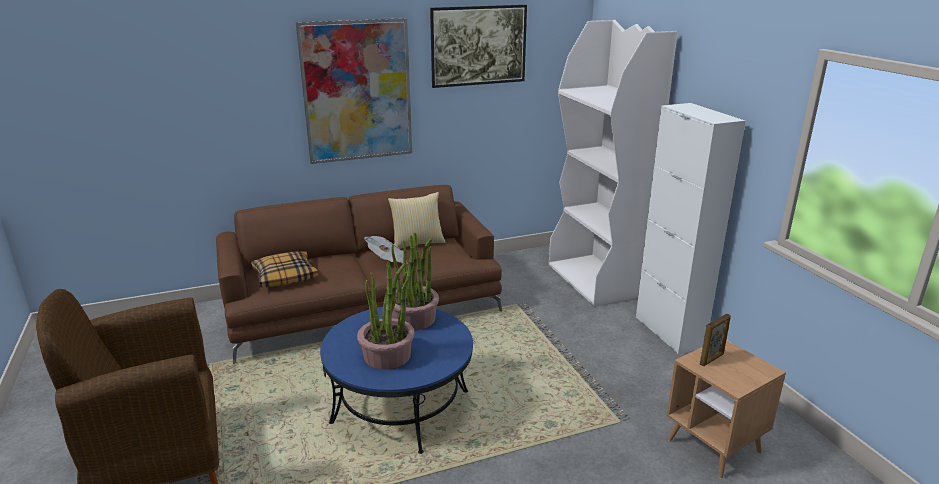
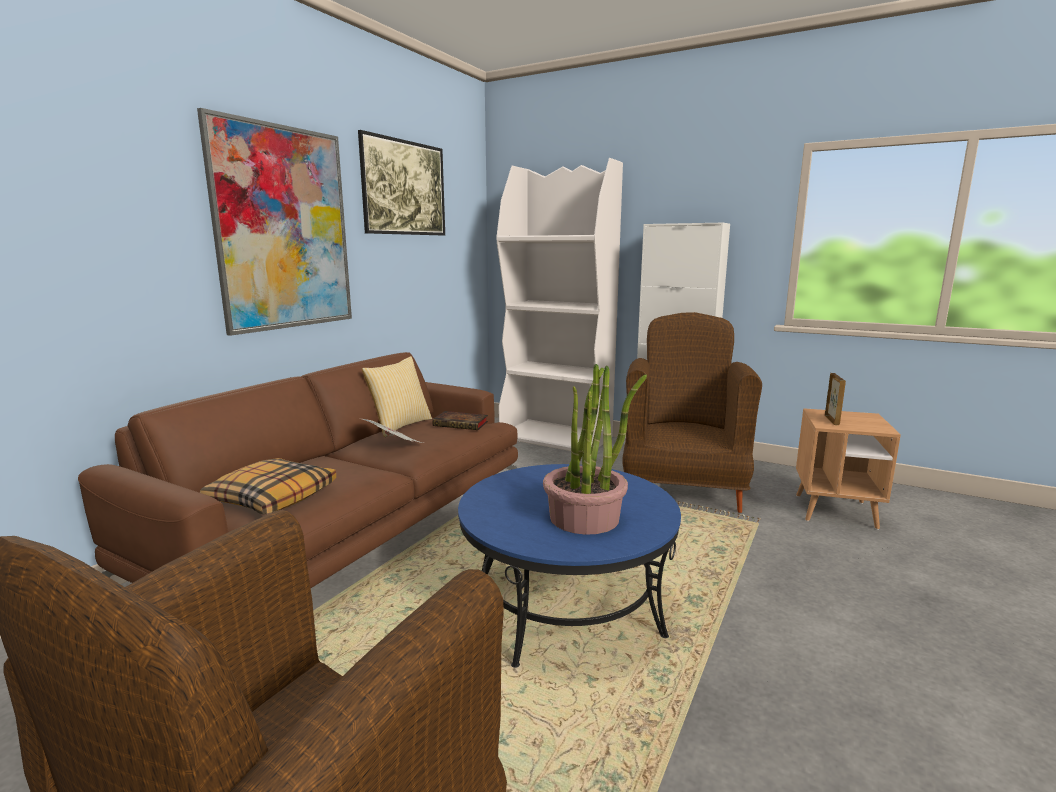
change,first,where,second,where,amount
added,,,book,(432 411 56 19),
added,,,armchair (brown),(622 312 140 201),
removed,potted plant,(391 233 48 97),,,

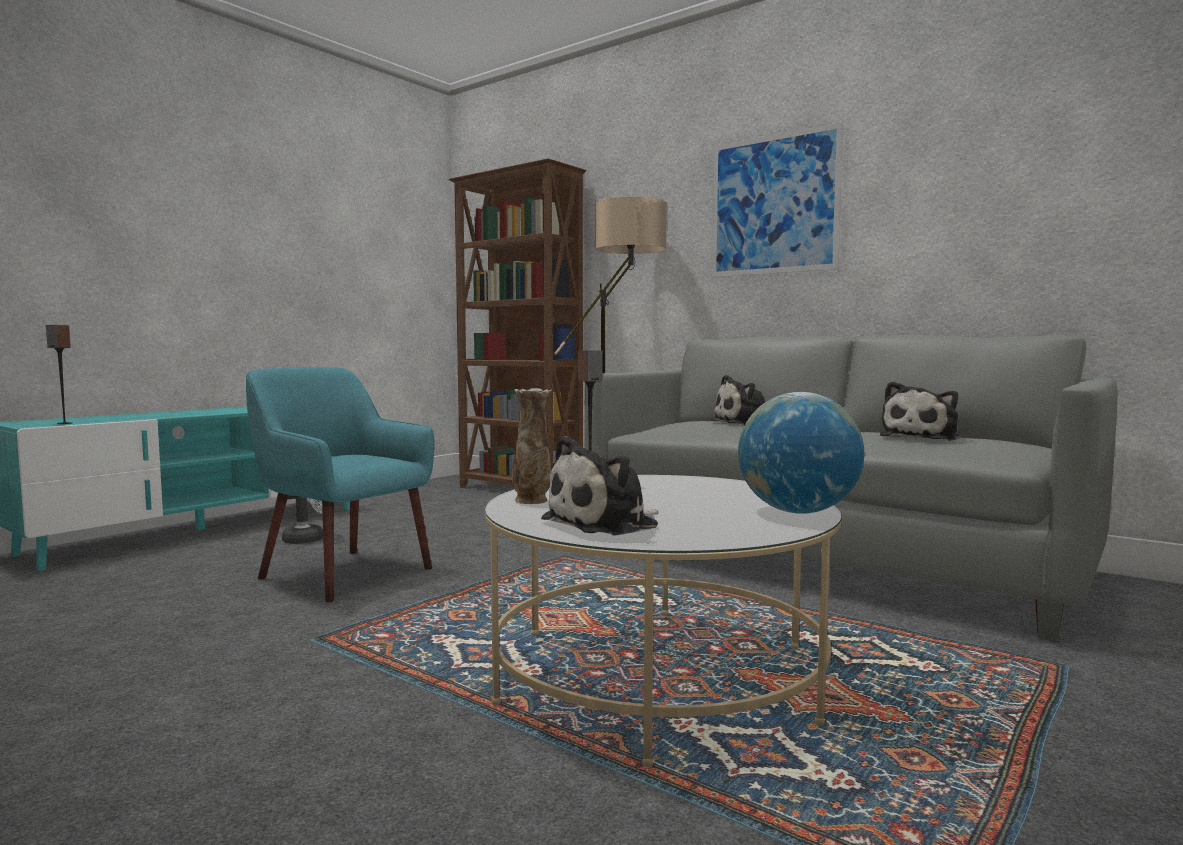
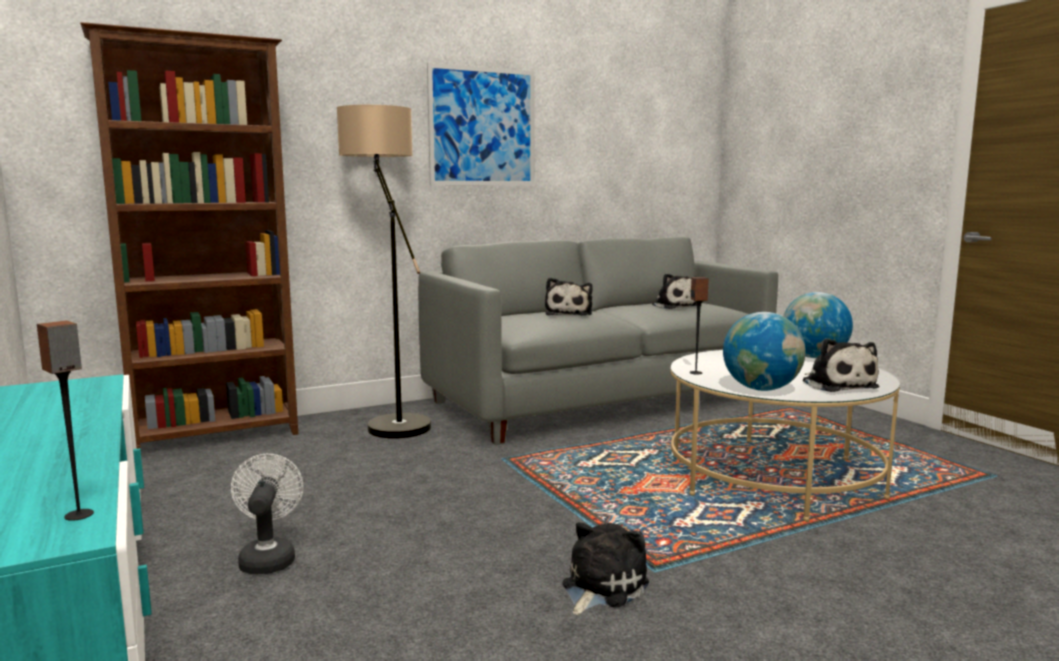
change,first,where,second,where,amount
added,,,plush toy,(562 522 87 94),
replaced,vase,(512 388 40 116),globe,(723 312 83 79),
removed,armchair (turquoise),(246 367 189 236),,,

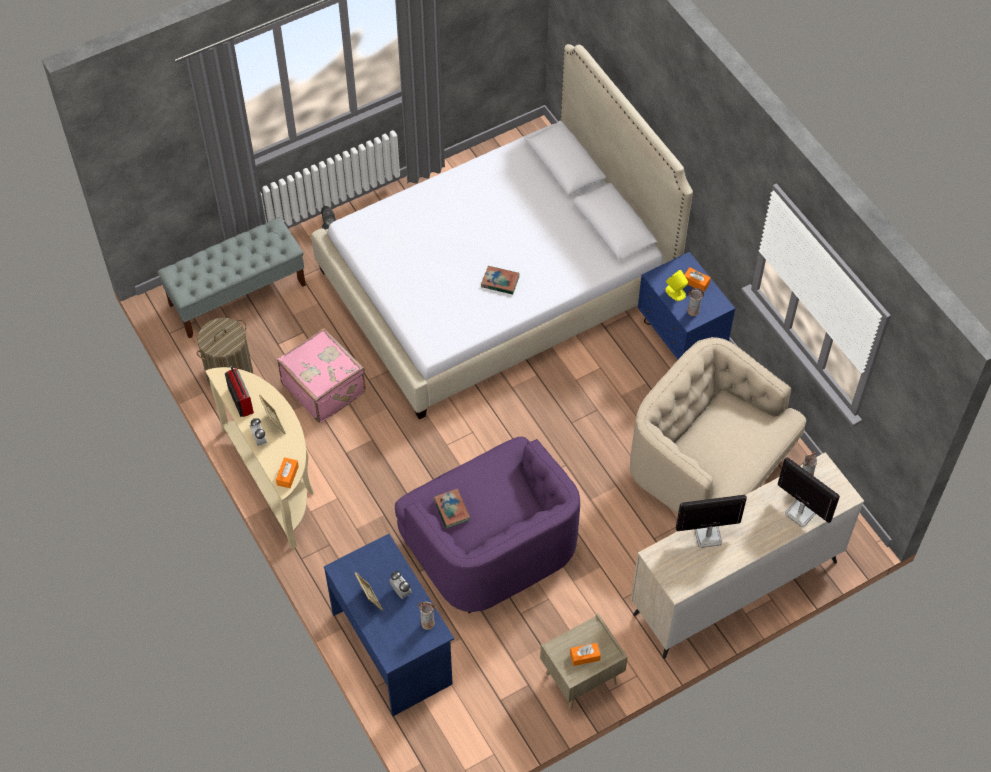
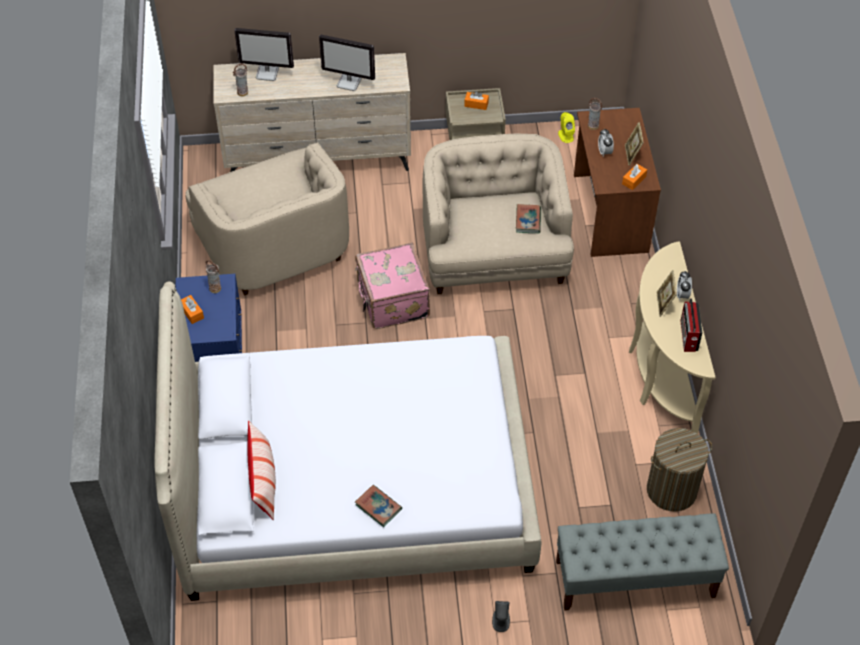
change,first,where,second,where,amount
turned,monitor,(778 457 62 70),,(234 28 60 53),60 degrees counterclockwise
added,,,pillow,(248 421 28 99),
moved,suitcase (pink),(277 328 89 95),,(355 243 75 86),
moved,book,(481 266 39 28),,(355 485 47 42),
recoloured,armchair (purple),(395 436 185 178),armchair (beige),(423 134 151 160),
moved,speaker (yellow),(665 270 23 31),,(558 112 17 31),
recoloured,desk (blue),(324 534 130 182),desk (brown),(574 108 87 149),
moved,tissue box (orange),(276 457 23 31),,(622 164 25 26),

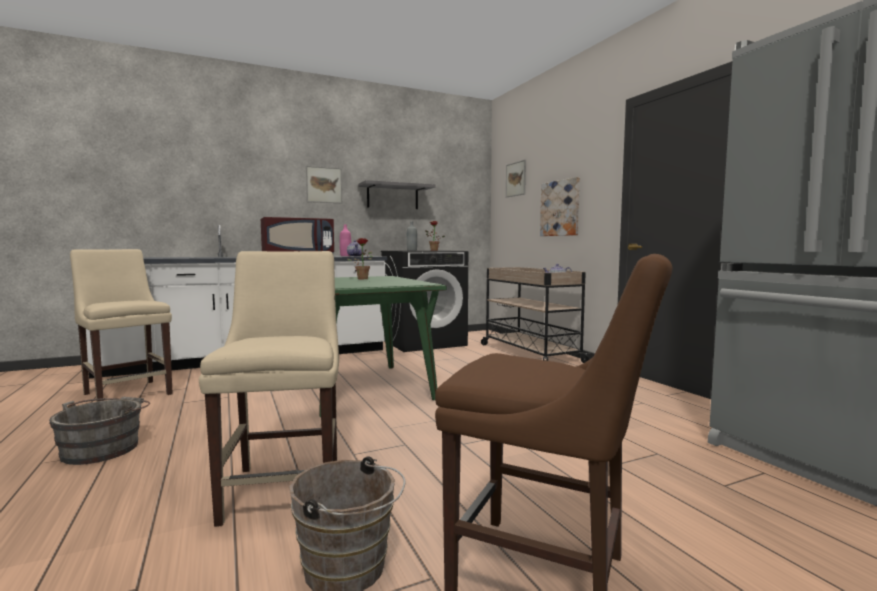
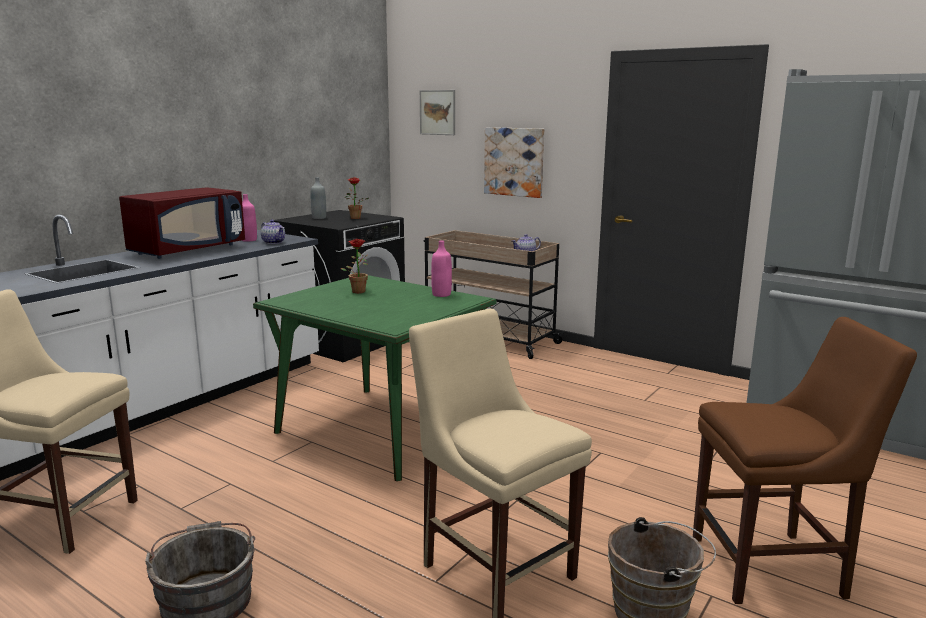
change,first,where,second,where,amount
added,,,bottle (pink),(431 241 21 56),
removed,picture,(306 166 36 37),,,
removed,shelf (grey),(358 180 78 29),,,

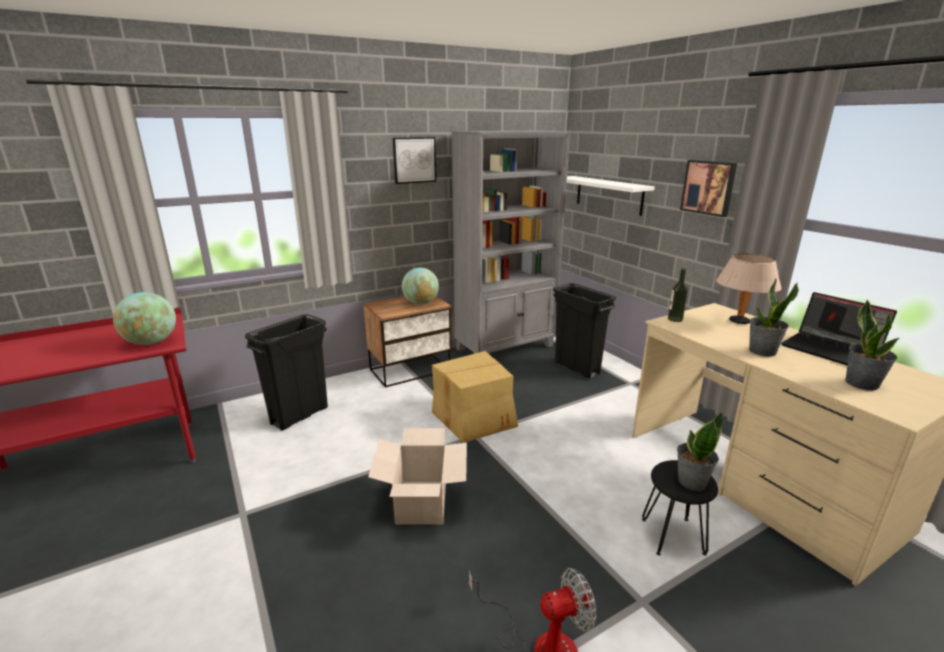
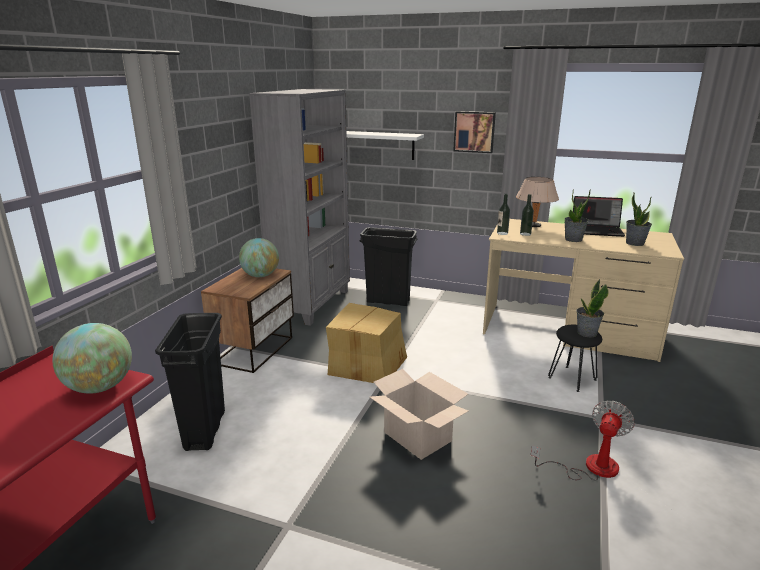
change,first,where,second,where,amount
added,,,bottle,(520 194 14 42),
removed,picture,(392 137 44 47),,,

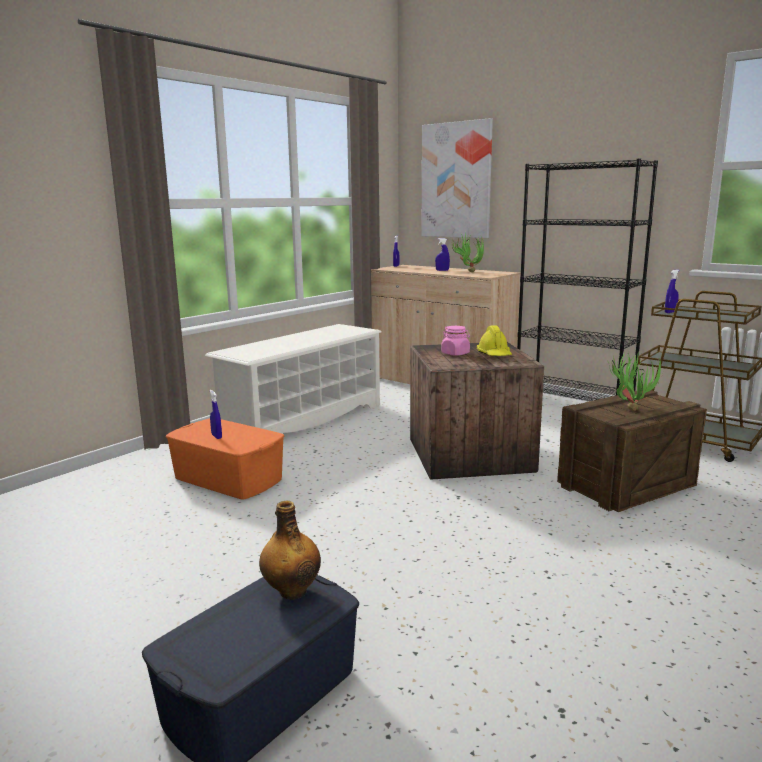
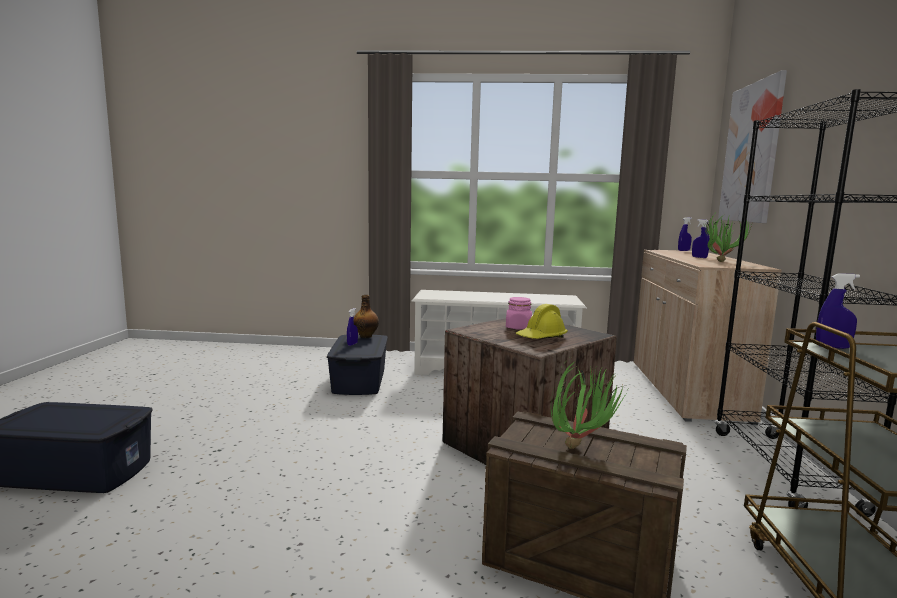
change,first,where,second,where,amount
recoloured,storage box (orange),(166 418 118 82),storage box (blue),(327 334 61 61),
moved,bottle,(259 501 62 98),,(353 295 26 43),

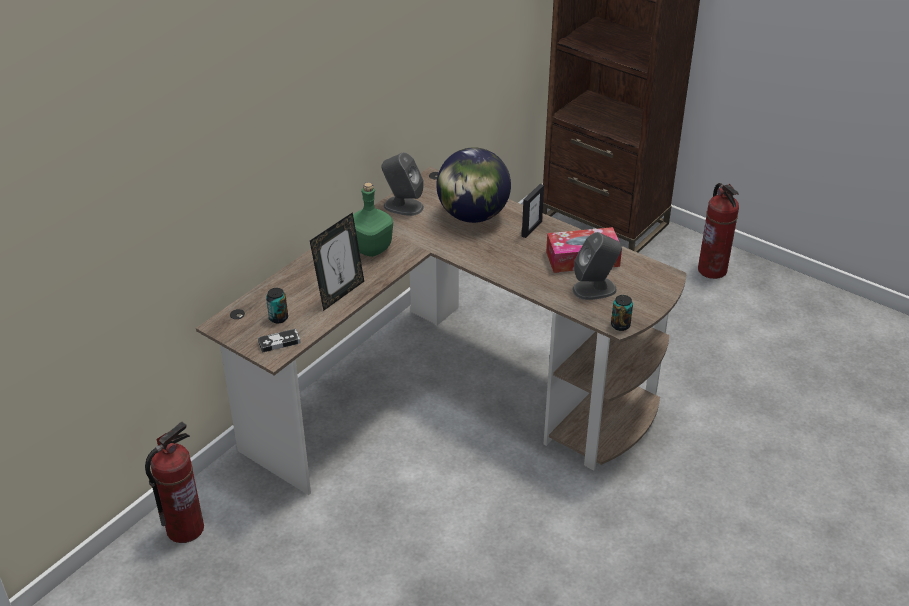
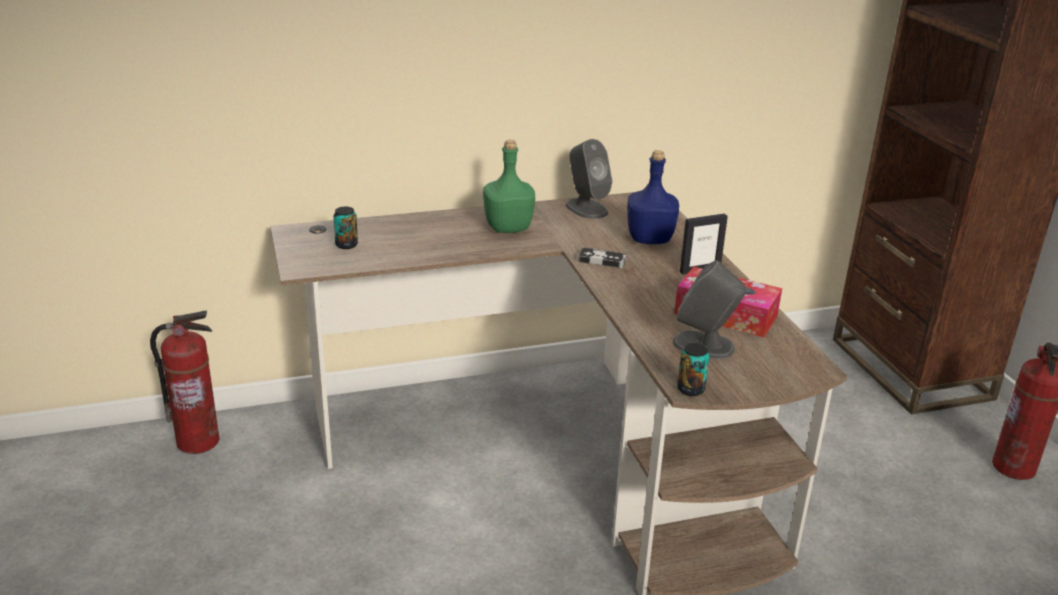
change,first,where,second,where,amount
moved,game controller,(258 329 43 23),,(578 247 49 21),
replaced,globe,(436 147 75 76),bottle (blue),(627 150 52 94),
removed,picture frame,(310 212 54 99),,,

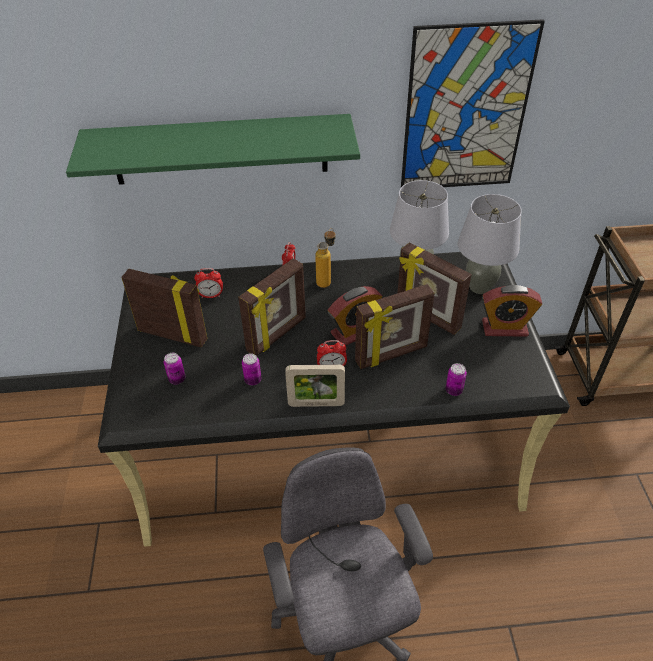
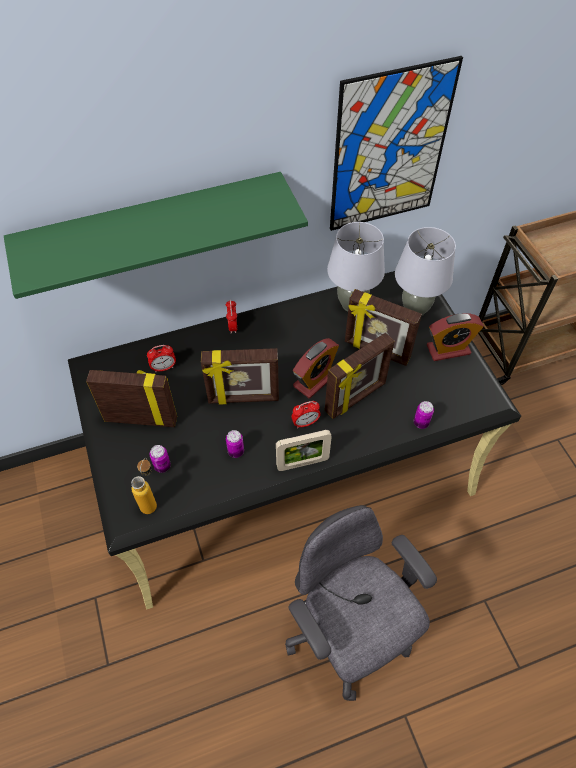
change,first,where,second,where,amount
moved,bottle,(315 228 20 60),,(131 458 26 56),
turned,picture frame,(238 258 68 98),,(201 348 78 57),60 degrees clockwise

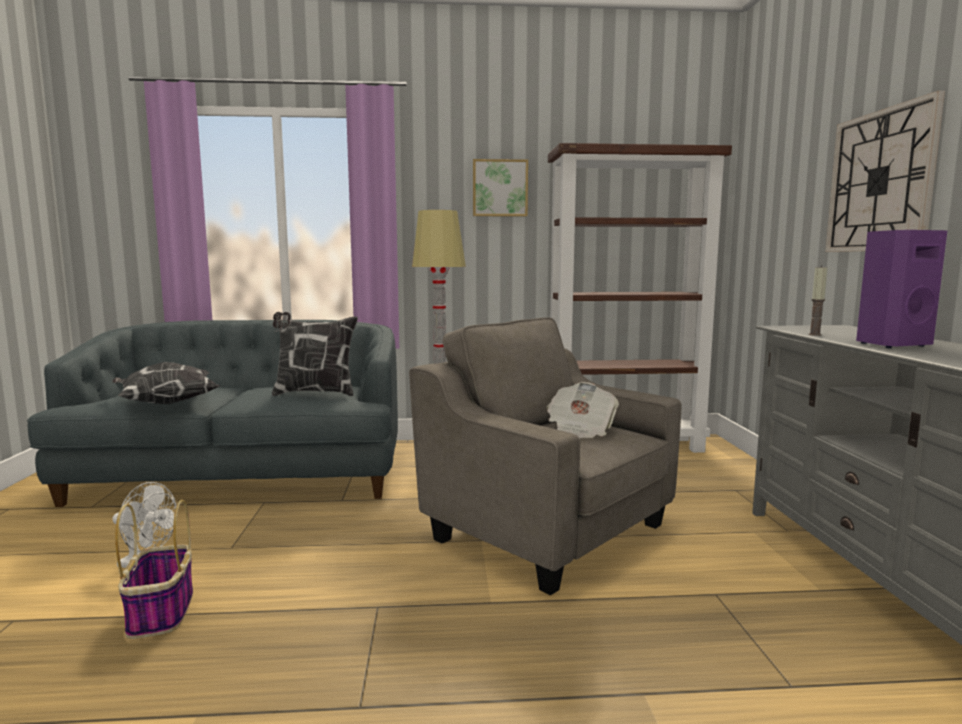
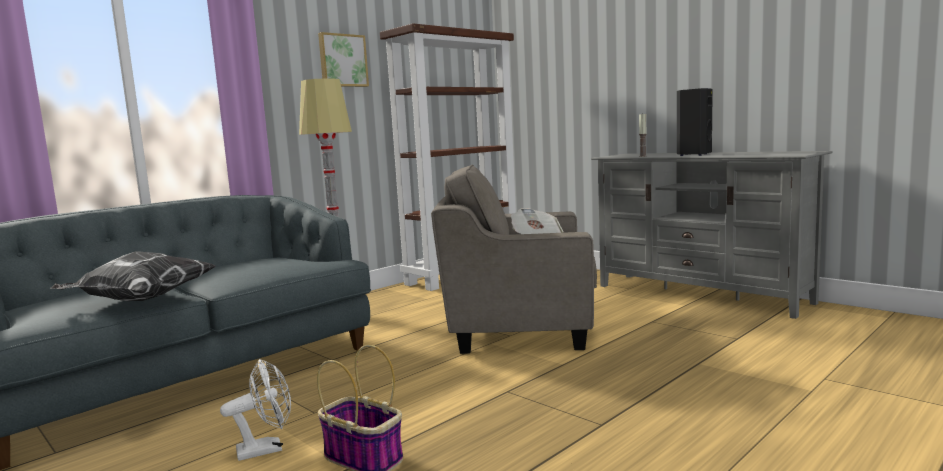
change,first,where,second,where,amount
recoloured,speaker (purple),(856 230 92 118),speaker (black),(677 88 36 68),
removed,pillow,(272 312 86 84),,,
removed,wall clock,(826 91 119 161),,,

